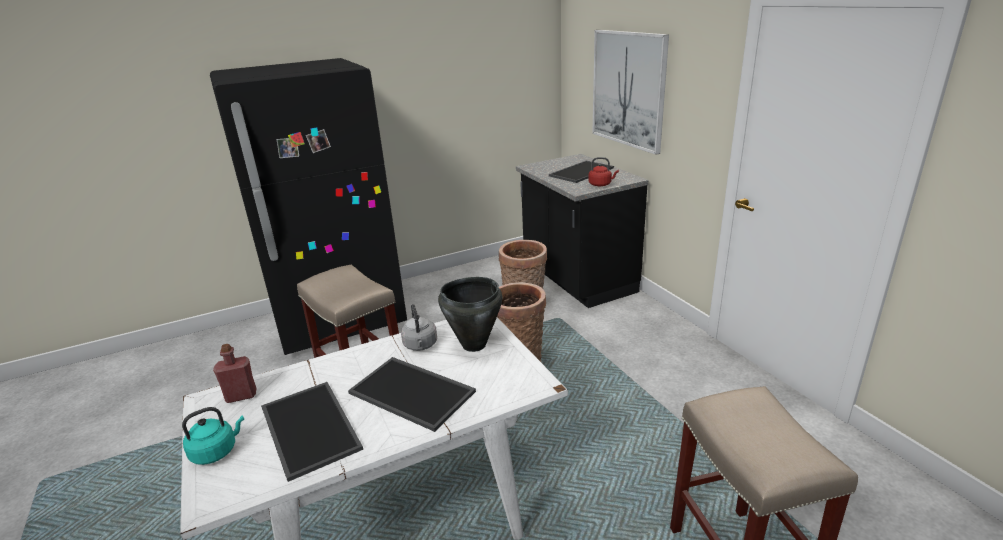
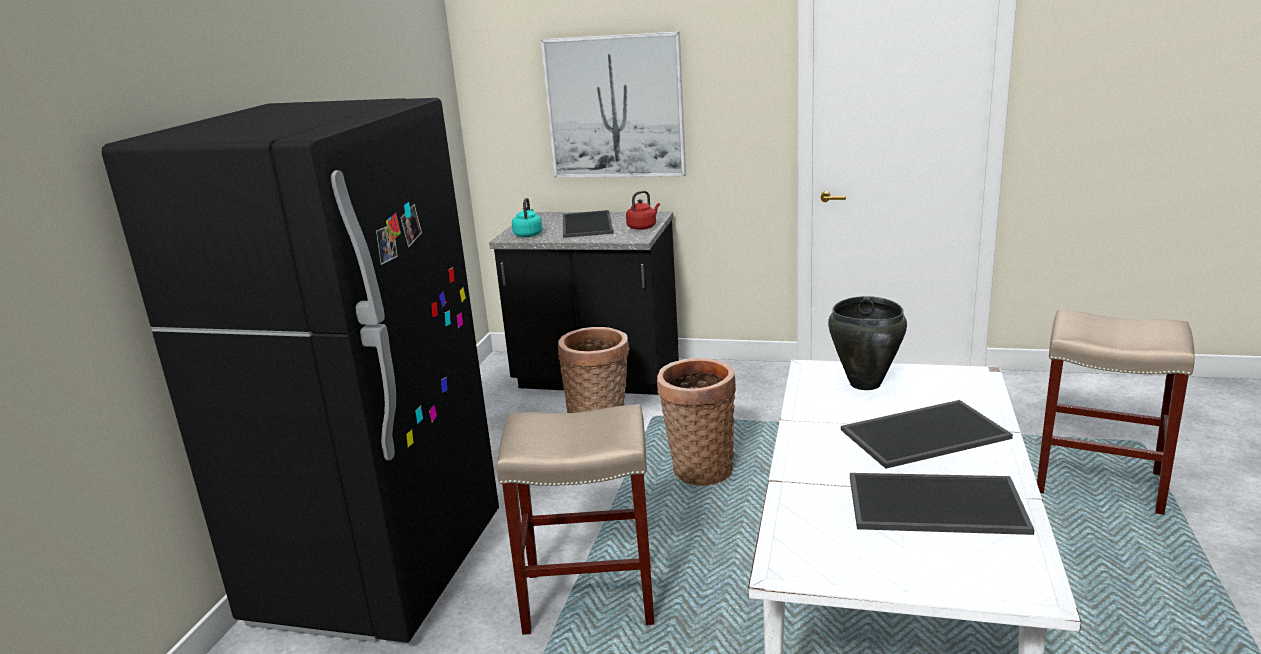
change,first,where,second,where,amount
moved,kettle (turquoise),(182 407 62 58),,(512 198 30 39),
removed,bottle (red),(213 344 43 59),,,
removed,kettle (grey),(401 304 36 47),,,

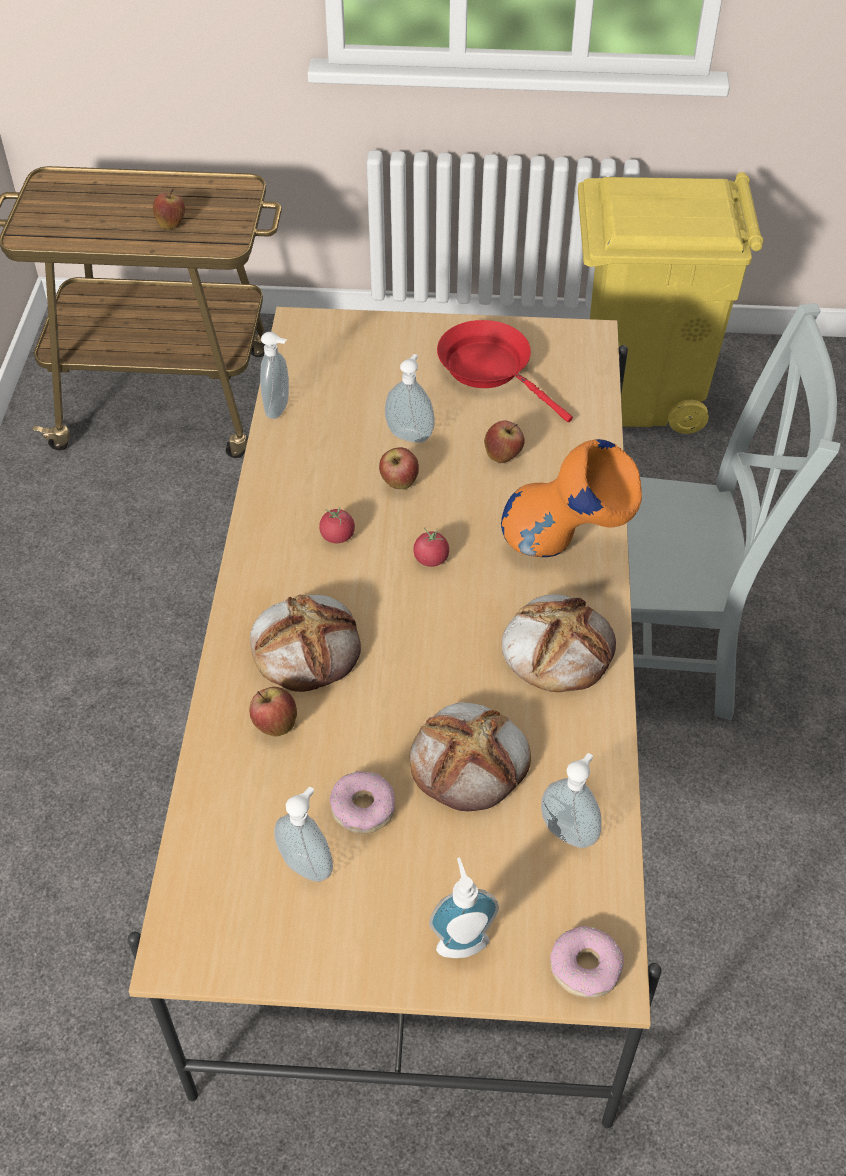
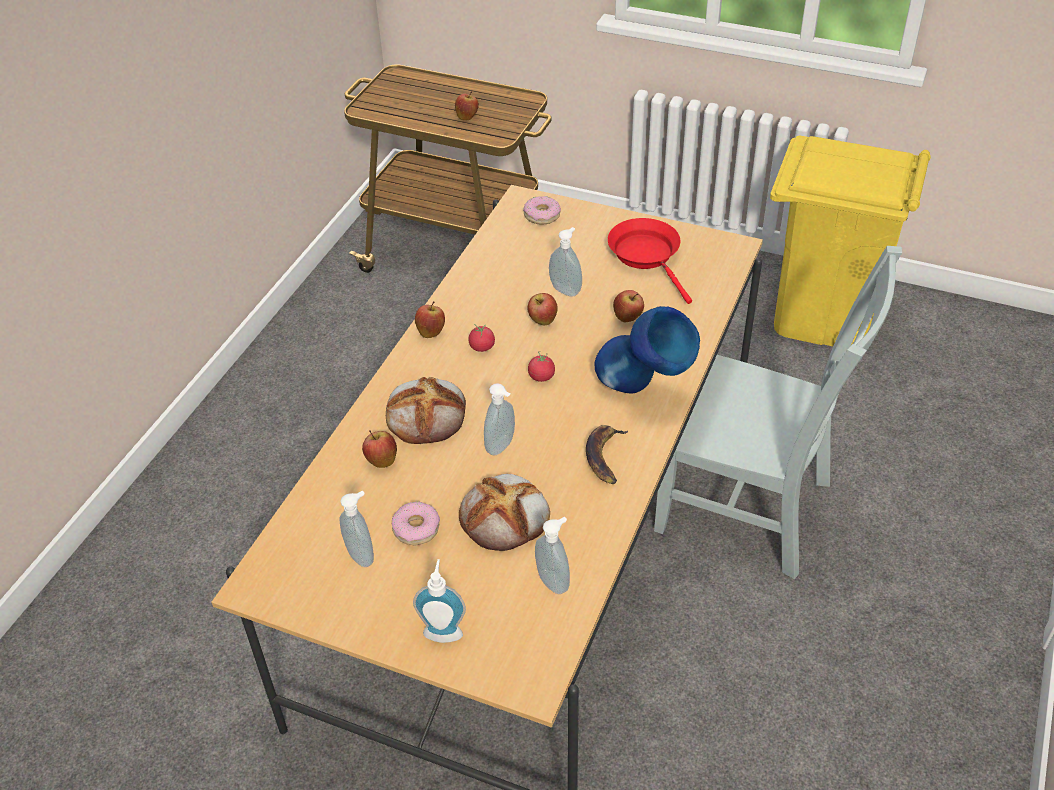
change,first,where,second,where,amount
added,,,apple,(415 301 30 37),
moved,soap dispenser,(260 332 29 87),,(484 383 31 72),
moved,donut,(550 926 74 72),,(523 196 38 29),
replaced,bread,(502 594 114 98),banana,(586 425 42 59),
recoloured,vase (orange),(501 439 141 118),vase (blue),(595 306 105 88),

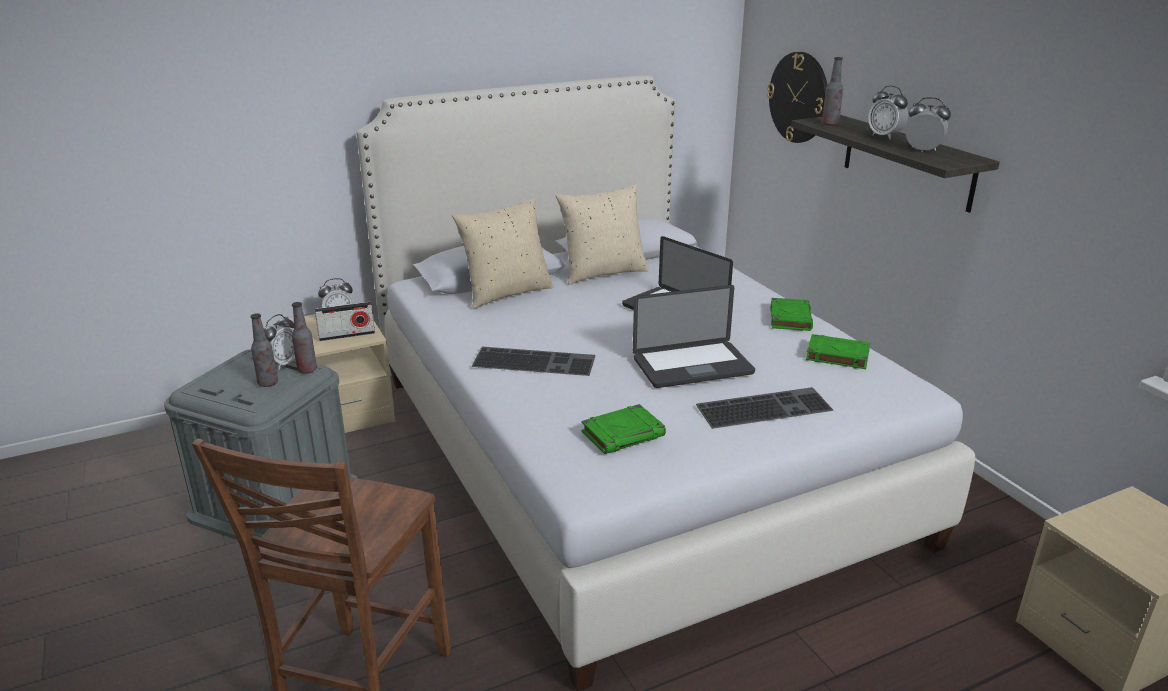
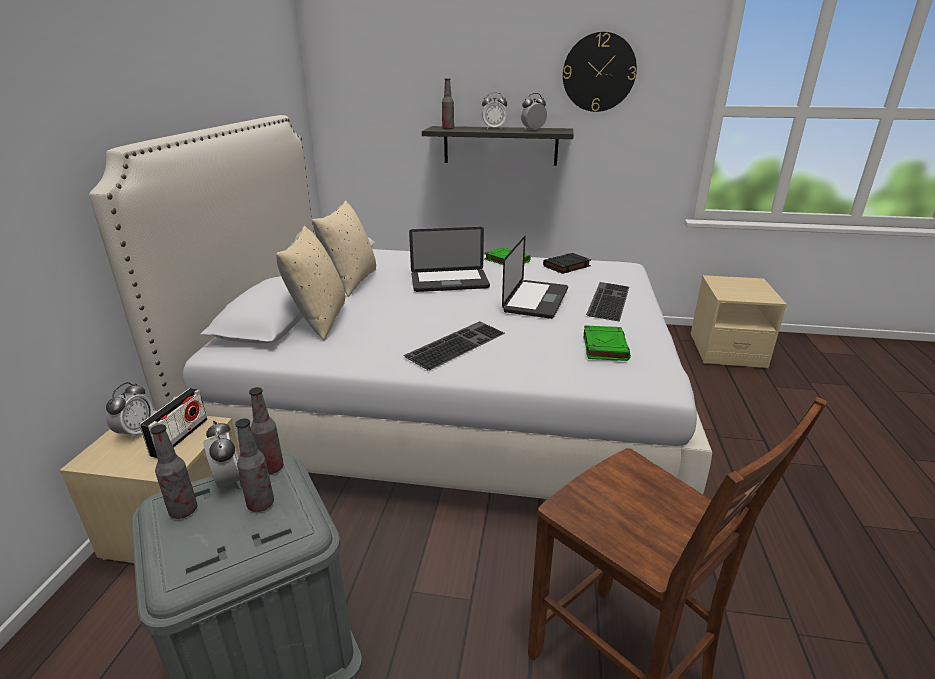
change,first,where,second,where,amount
added,,,bottle,(150 424 47 95),
recoloured,book (green),(806 334 64 35),book (black),(543 253 48 21),
moved,wall clock,(767 52 60 91),,(563 32 74 80),

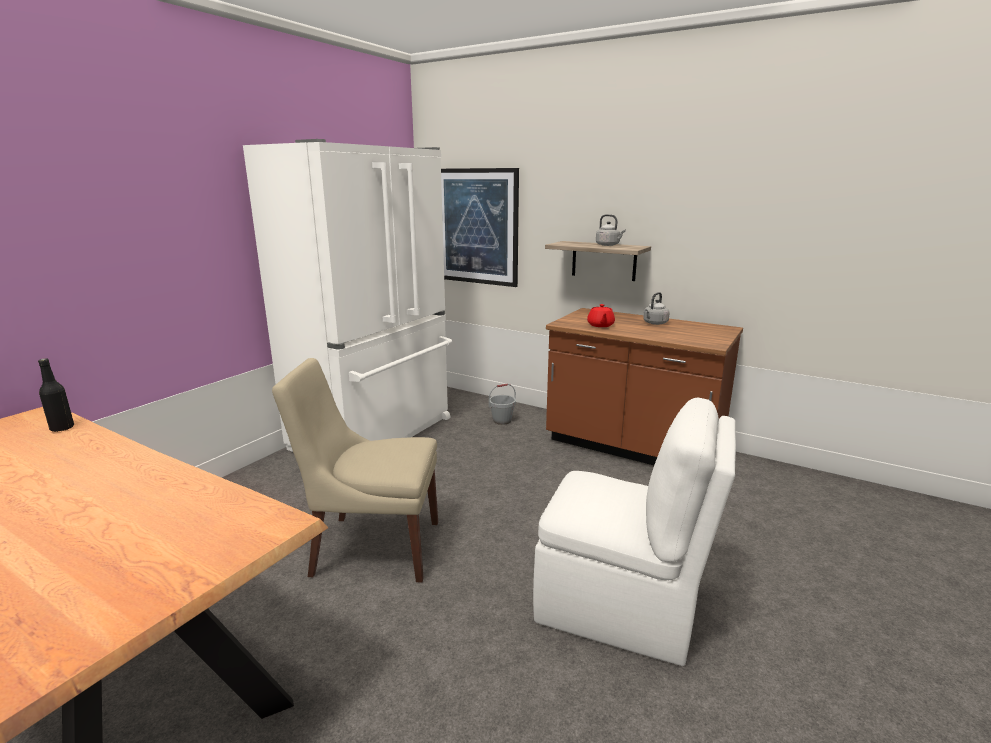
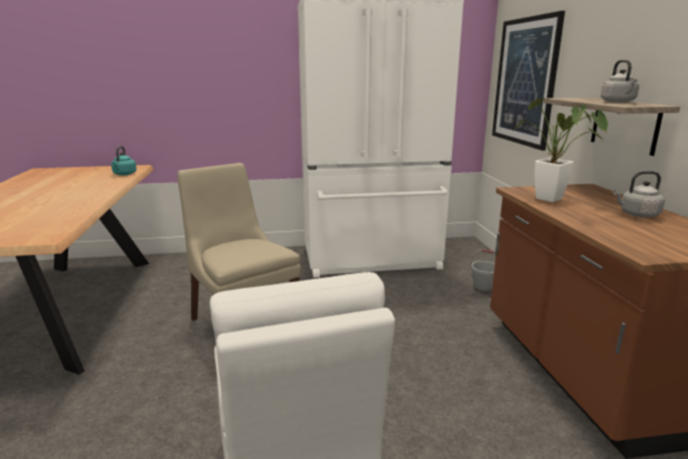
change,first,where,second,where,amount
replaced,bottle (black),(38 358 36 74),kettle (turquoise),(111 146 26 29),
replaced,teapot (red),(587 304 28 23),potted plant,(514 97 94 105),

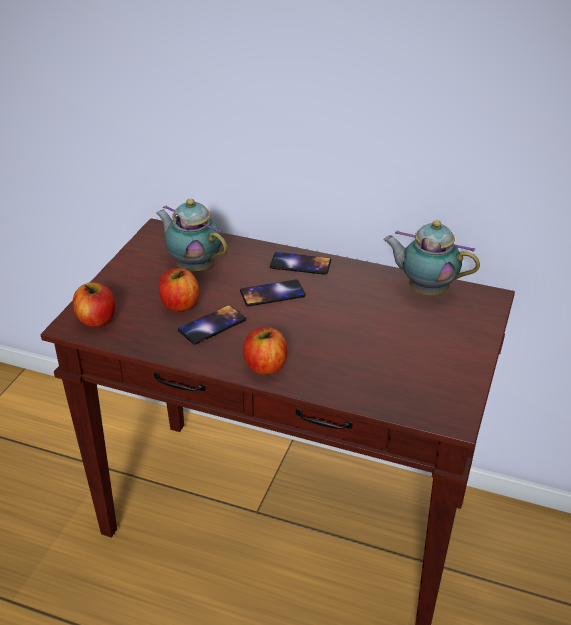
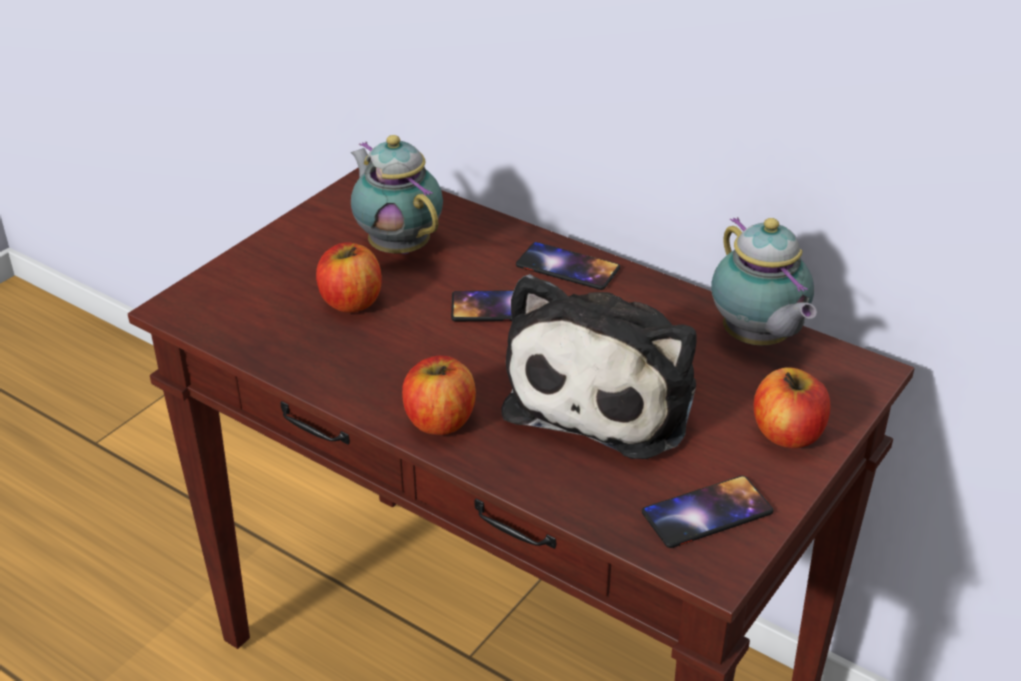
change,first,where,second,where,amount
added,,,plush toy,(501 274 196 185),
moved,phone,(178 305 68 40),,(642 476 132 72),
turned,teapot,(384 220 96 75),,(712 217 105 128),150 degrees counterclockwise
moved,apple,(73 282 42 45),,(754 367 76 81),

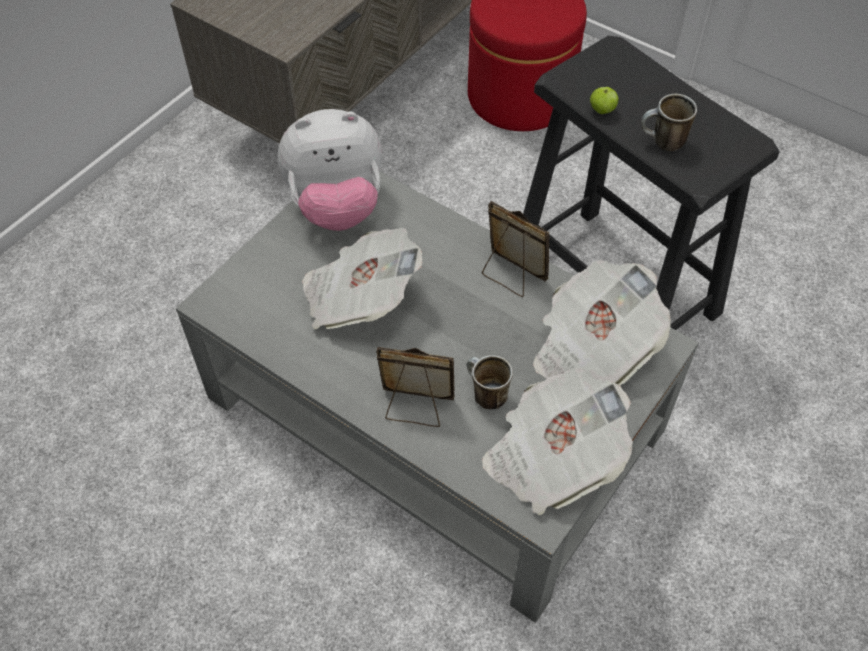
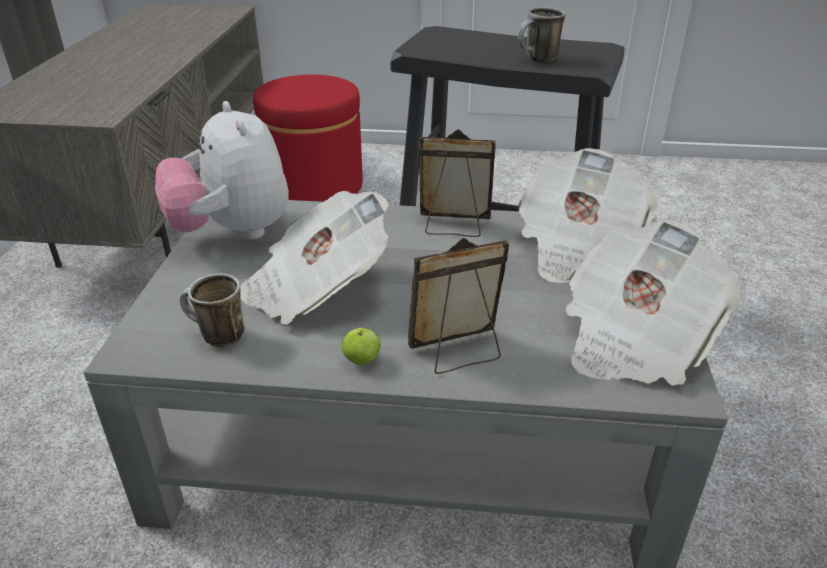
change,first,where,second,where,amount
turned,plush toy,(278 109 104 122),,(155 101 134 138),105 degrees clockwise
moved,mug,(467 355 46 54),,(180 273 65 74),
moved,apple,(590 87 29 27),,(341 328 40 38),

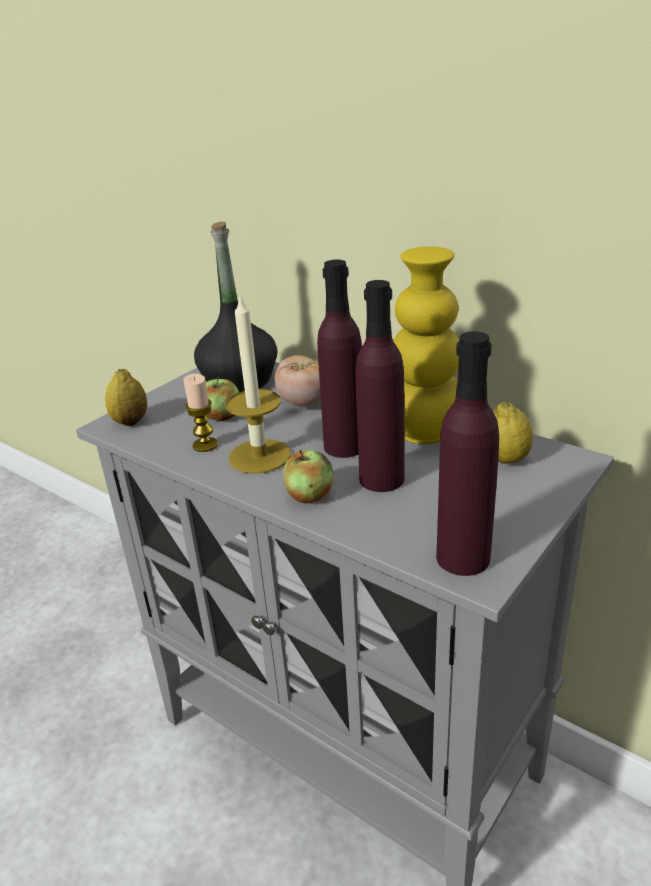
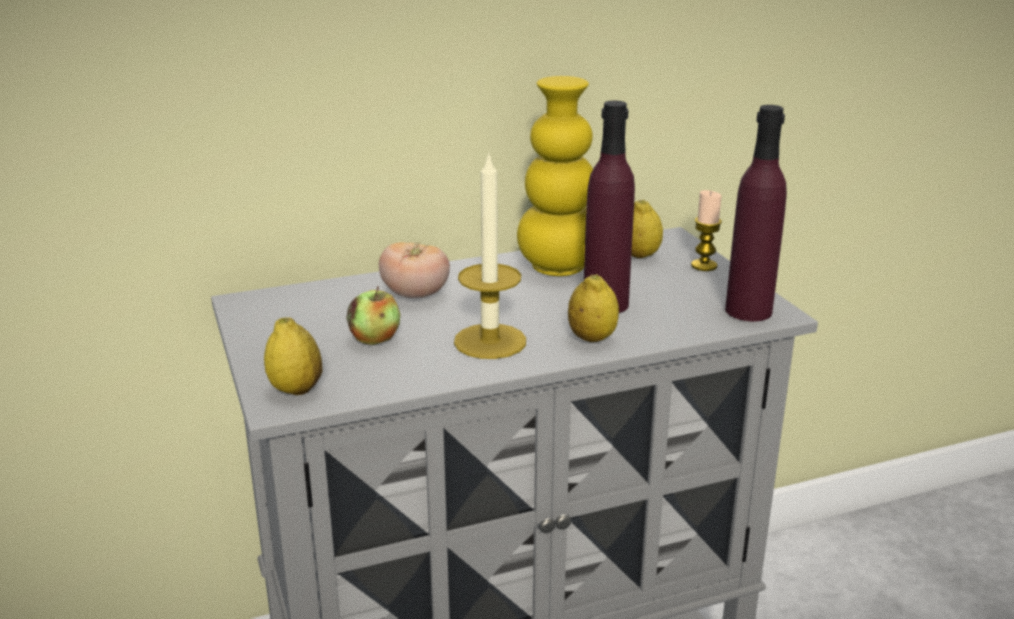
change,first,where,second,where,amount
replaced,apple,(283 450 50 53),lemon,(568 274 51 68),
moved,candle,(184 374 34 78),,(691 190 31 81),
removed,bottle (black),(194 222 84 170),,,
removed,bottle (purple),(317 259 45 199),,,

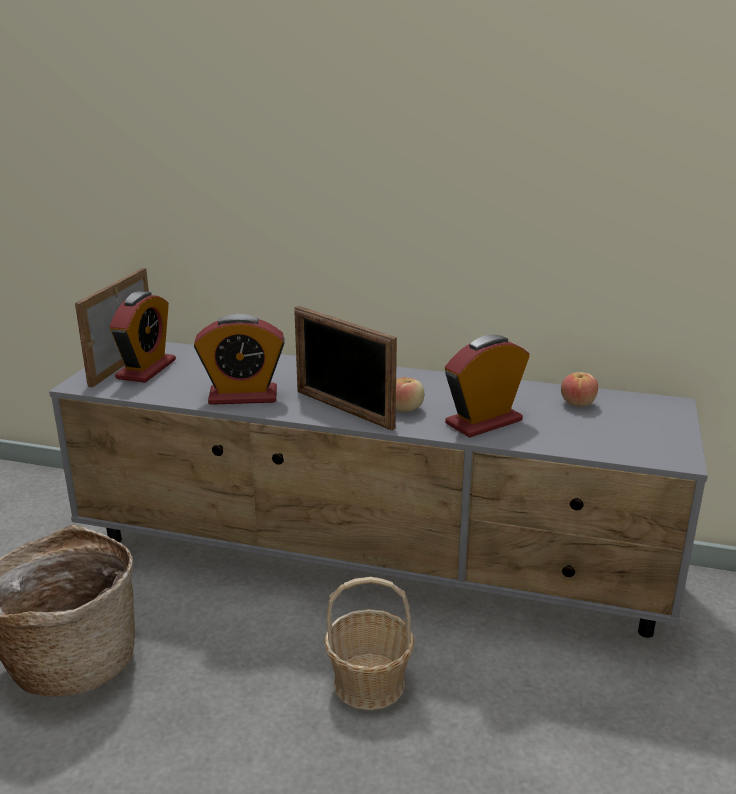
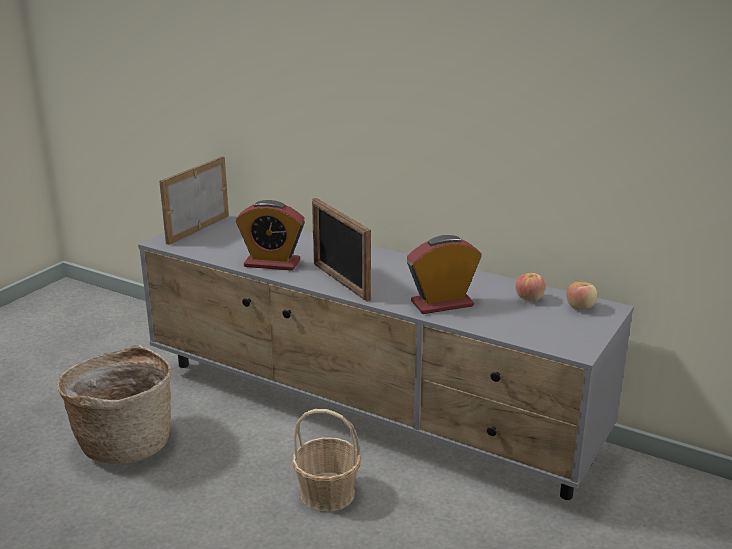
change,first,where,second,where,amount
moved,apple,(396 377 28 35),,(566 281 32 29),
removed,alarm clock,(109 291 67 92),,,

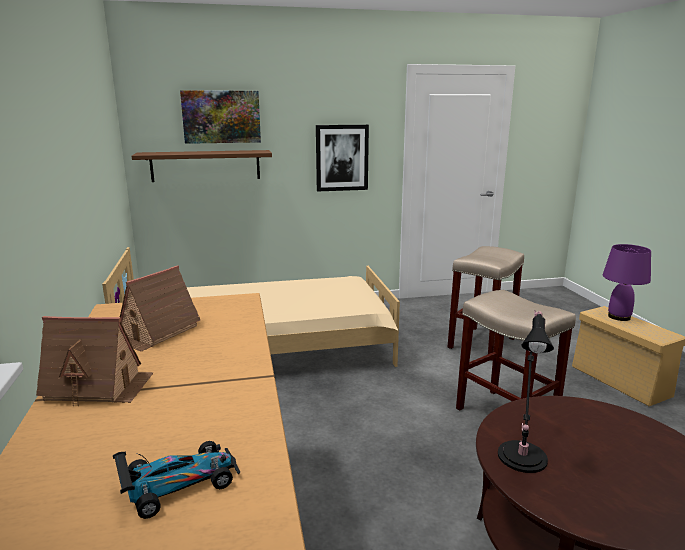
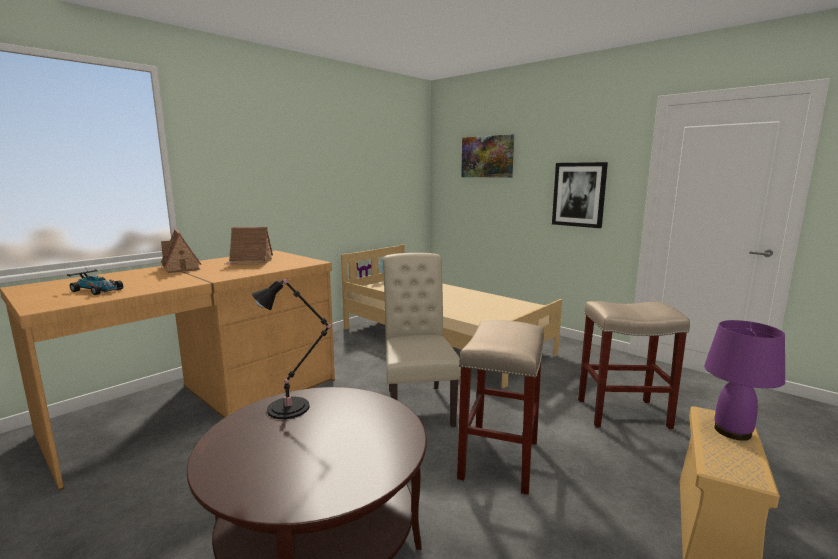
change,first,where,second,where,amount
added,,,chair (beige),(382 253 79 174),
removed,shelf (brown),(132 150 140 32),,,

